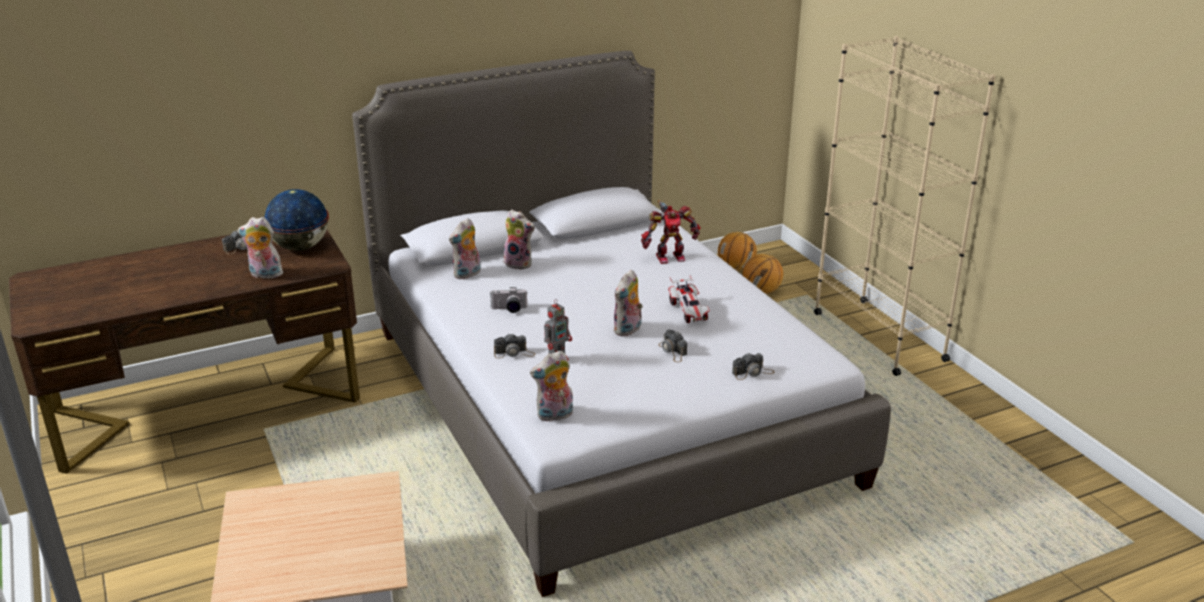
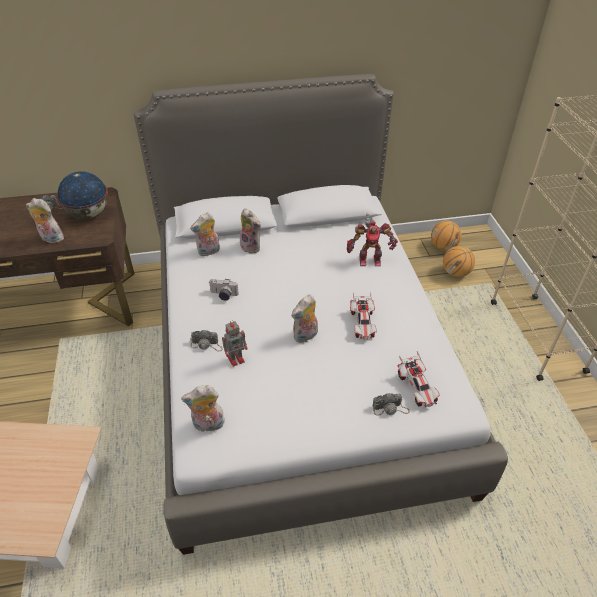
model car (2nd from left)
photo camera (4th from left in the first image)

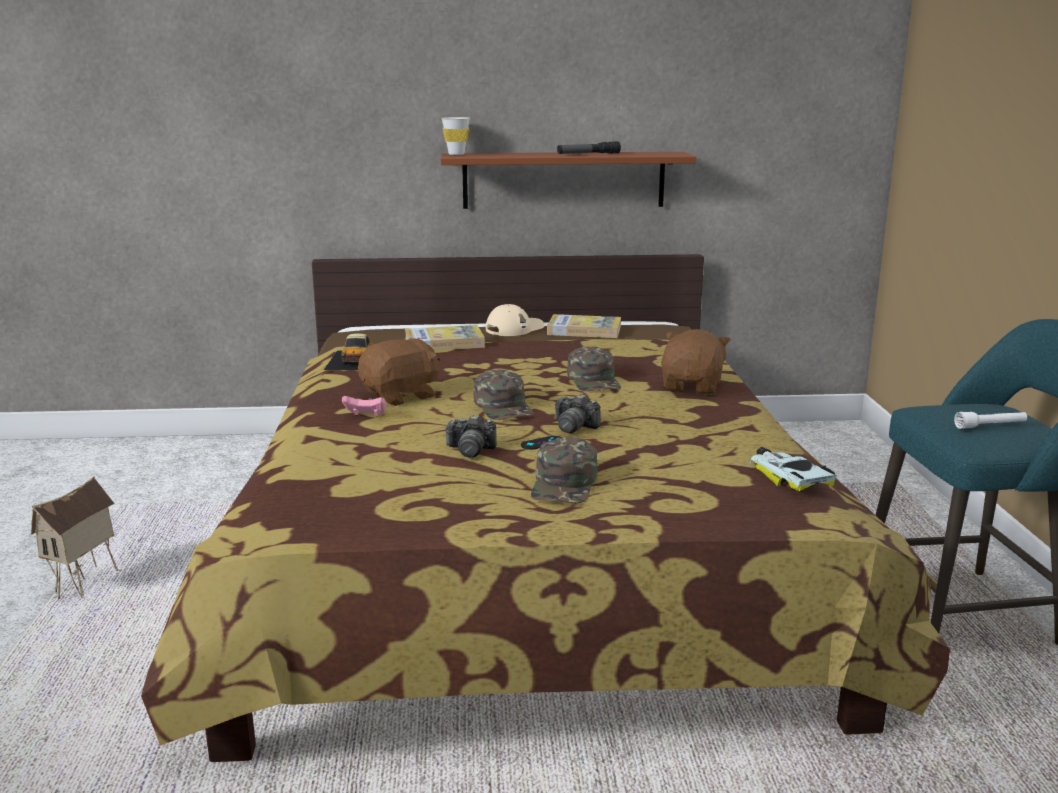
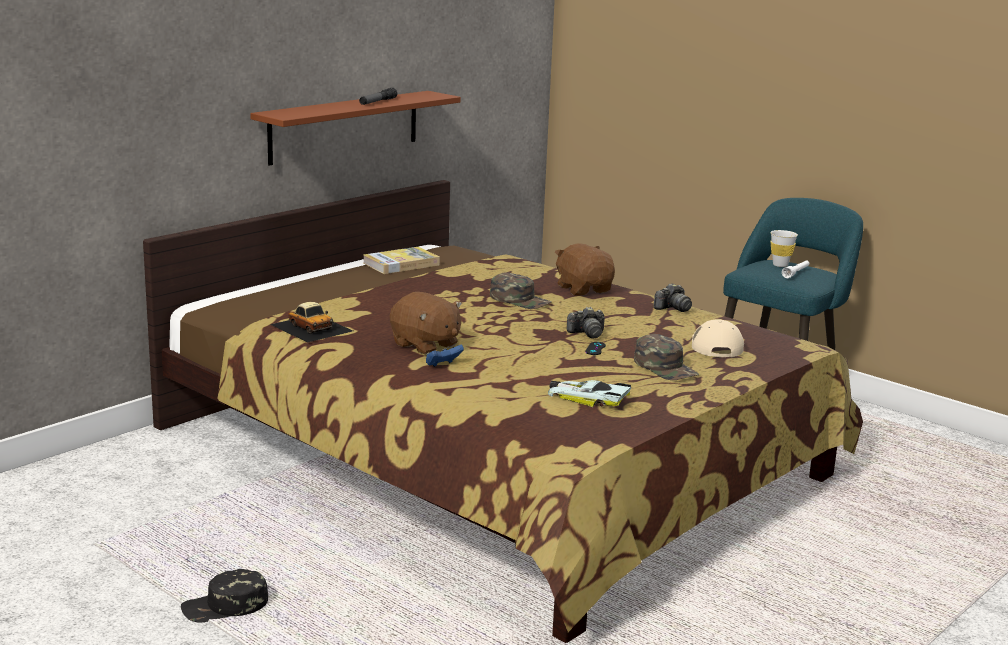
black-coloured baseball cap
brown soft toy (1st from left)
bluish joypad
model car (2nd from left)
photo camera (2nd from left)
beige-coloured baseball cap
whitish cup
volume (1st from left in the first image)
green baseball cap (1st from left in the first image)

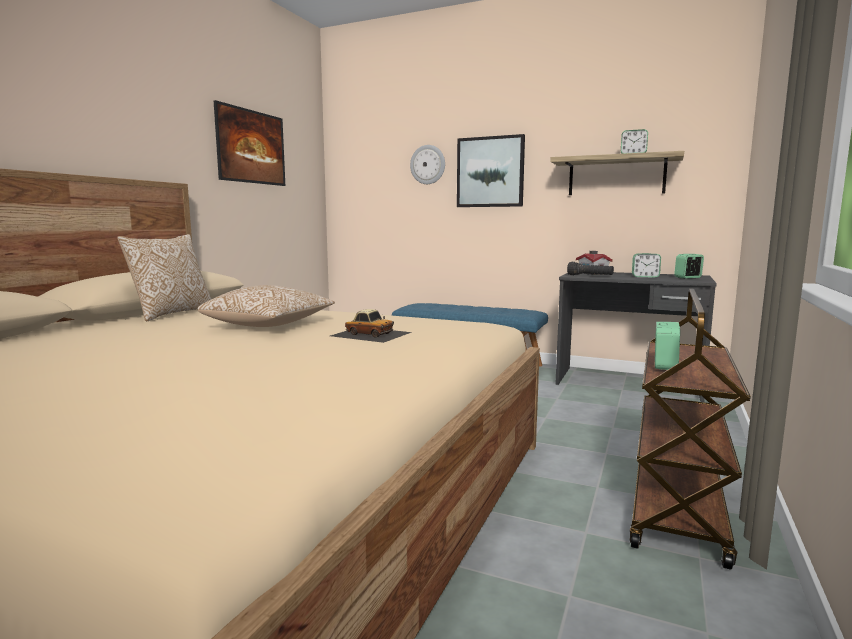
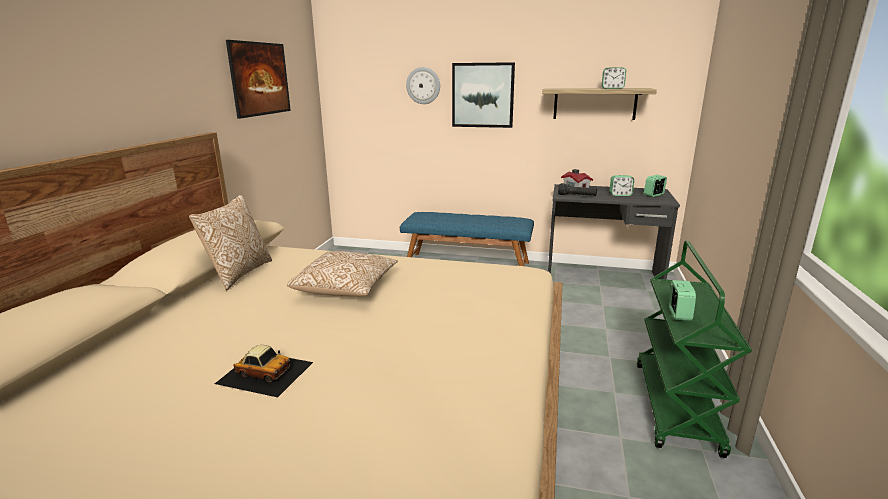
model car
green trolley

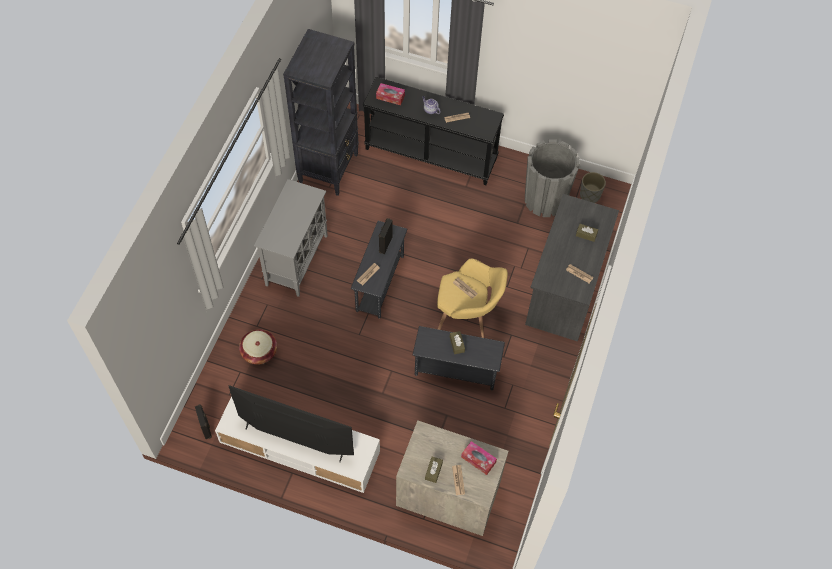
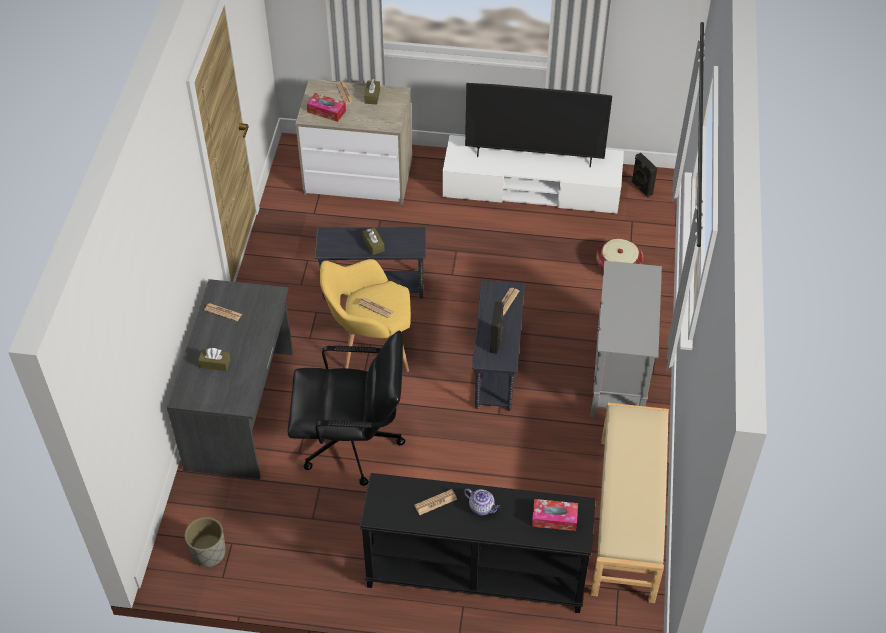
black-coloured office chair
beige-coloured long seat
gray plant pot (1st from left in the first image)

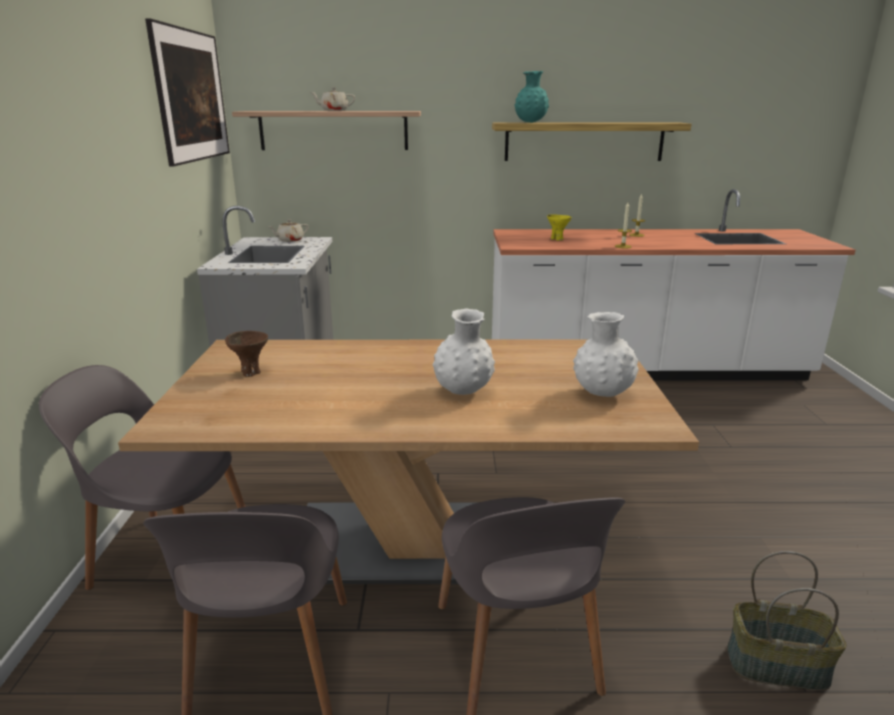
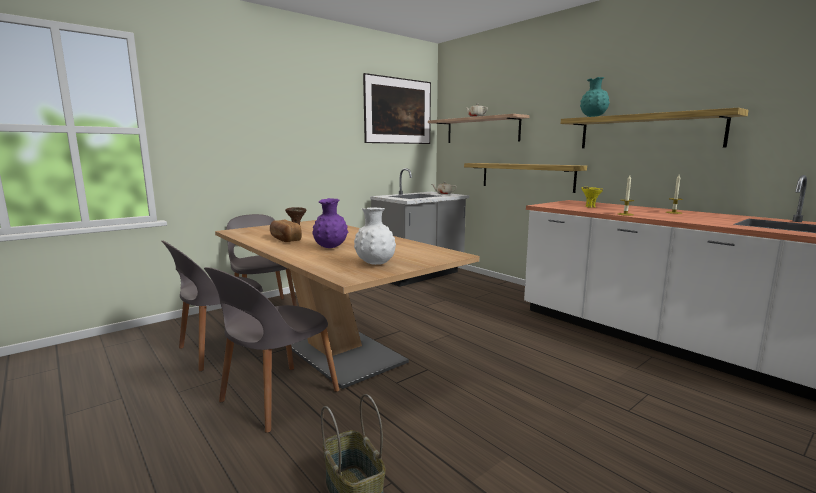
baked bread
purple-coloured vase
wall shelf (2nd from left)

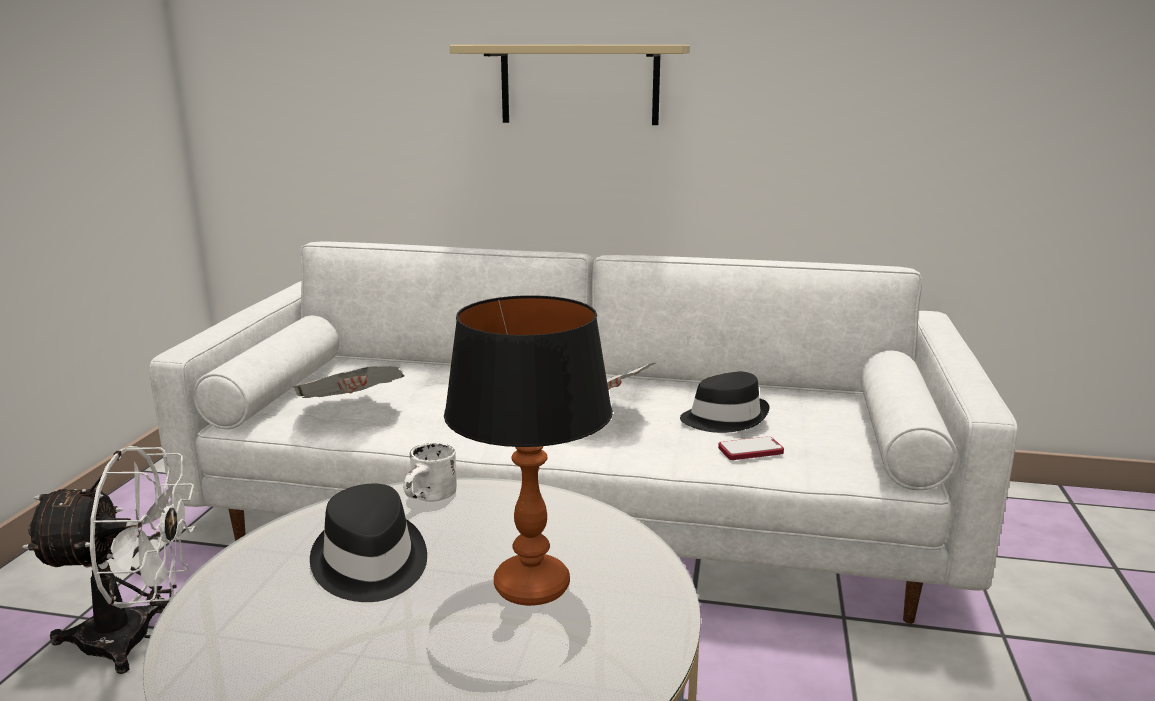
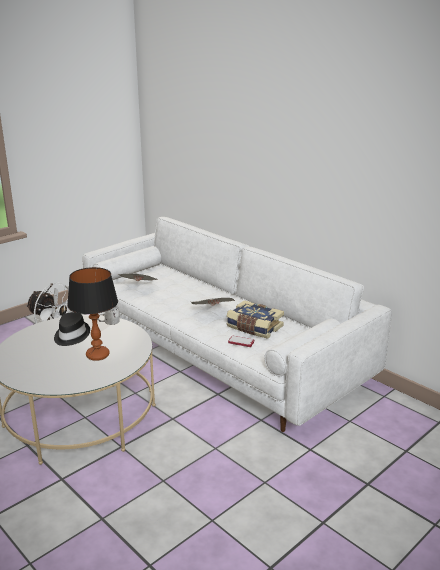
volume
beige-coloured wall shelf

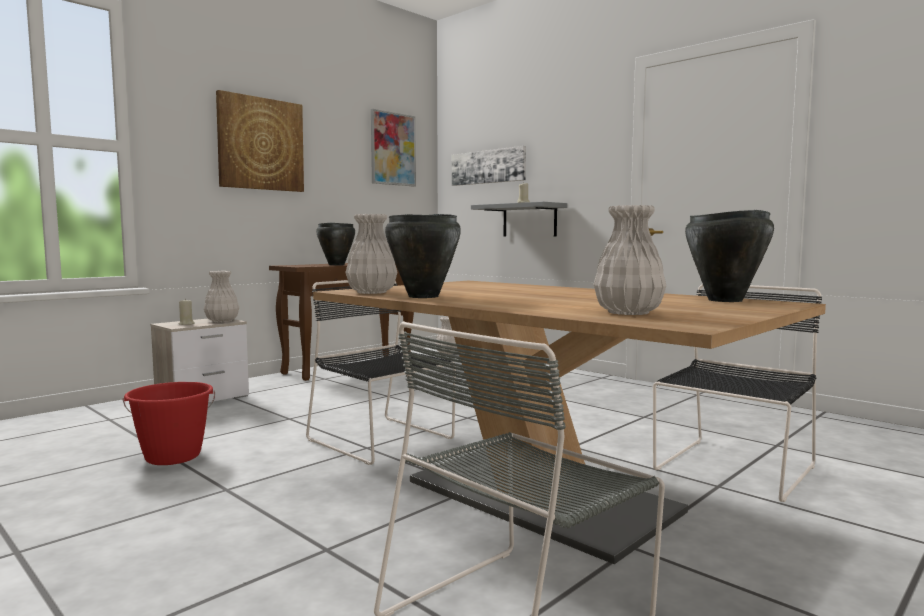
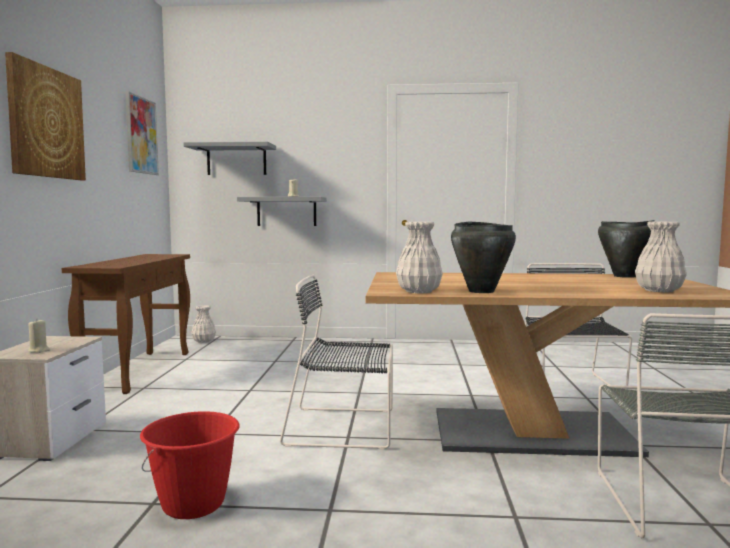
gray wall shelf (1st from left)
whitish vase (1st from left in the first image)
black-coloured stockpot (1st from left in the first image)

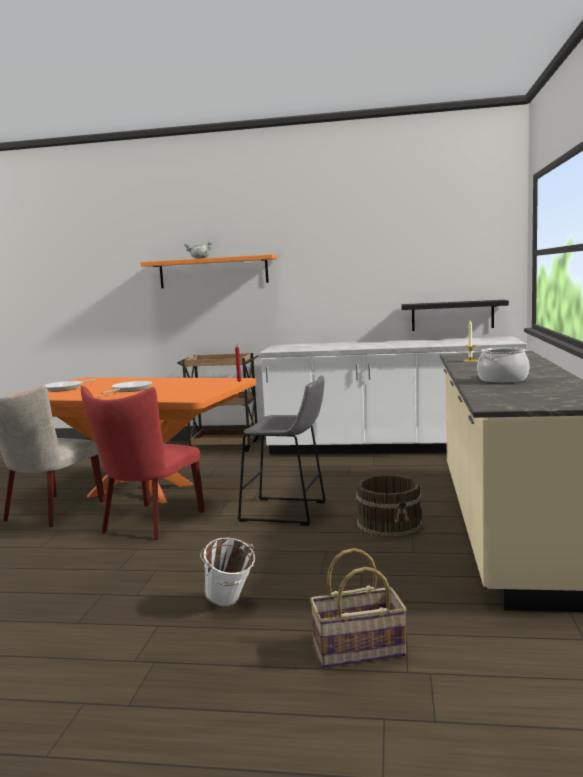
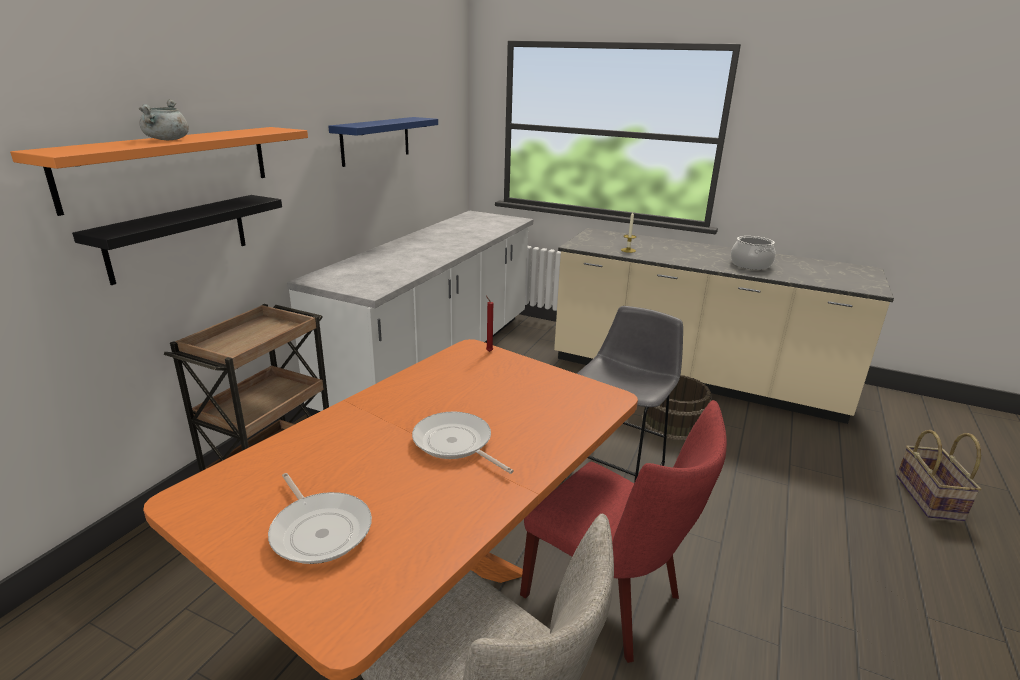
black-coloured wall shelf
bluish wall shelf
whitish bucket

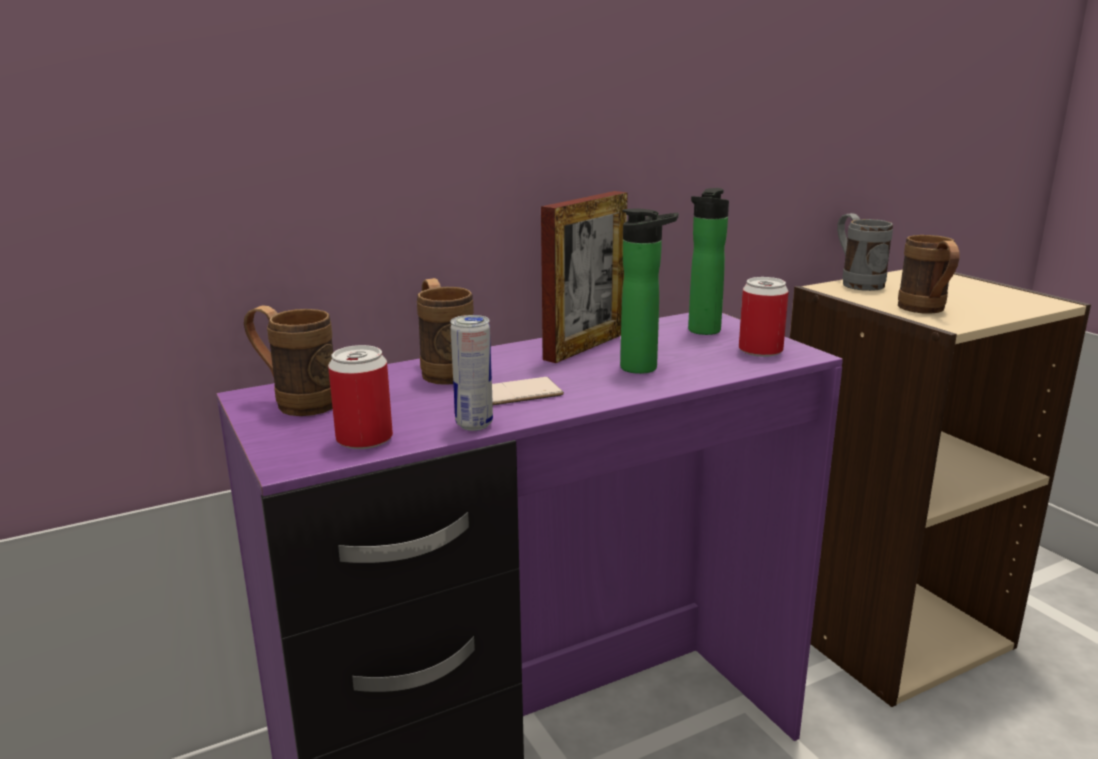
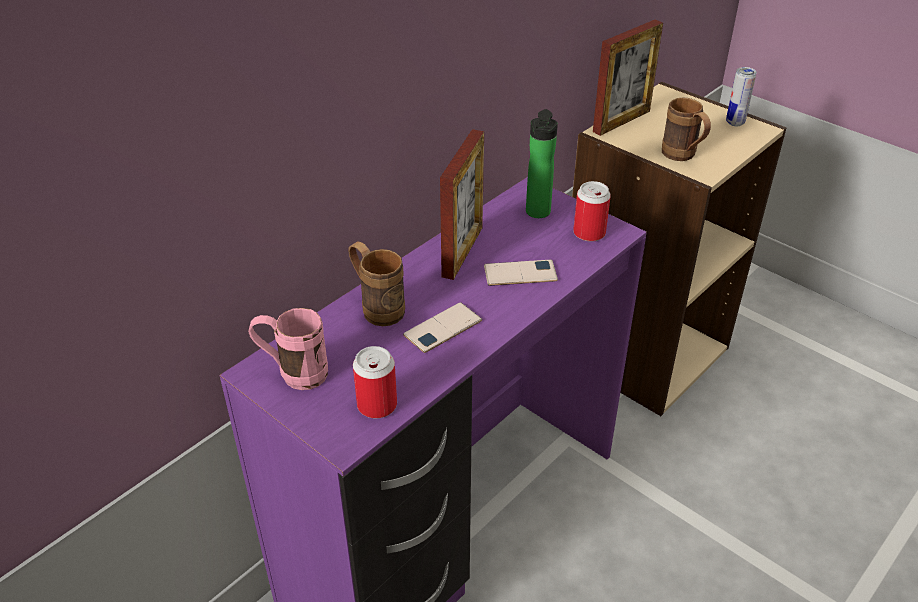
pink-coloured coffee mug
handset (2nd from left)
standing frame (2nd from left)
sealed can (3rd from left)

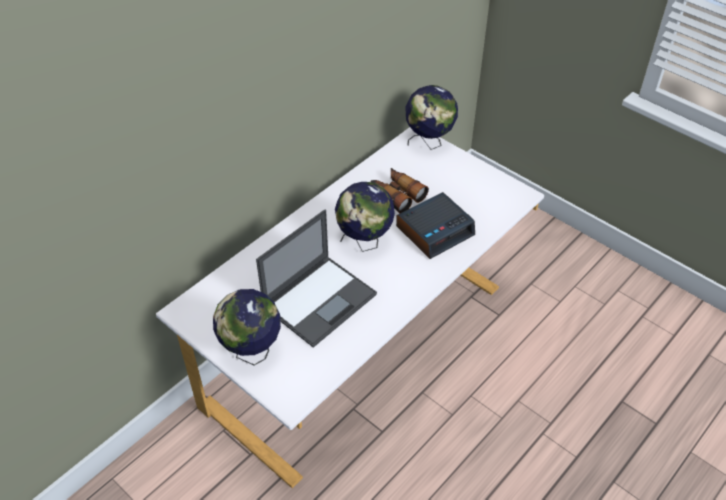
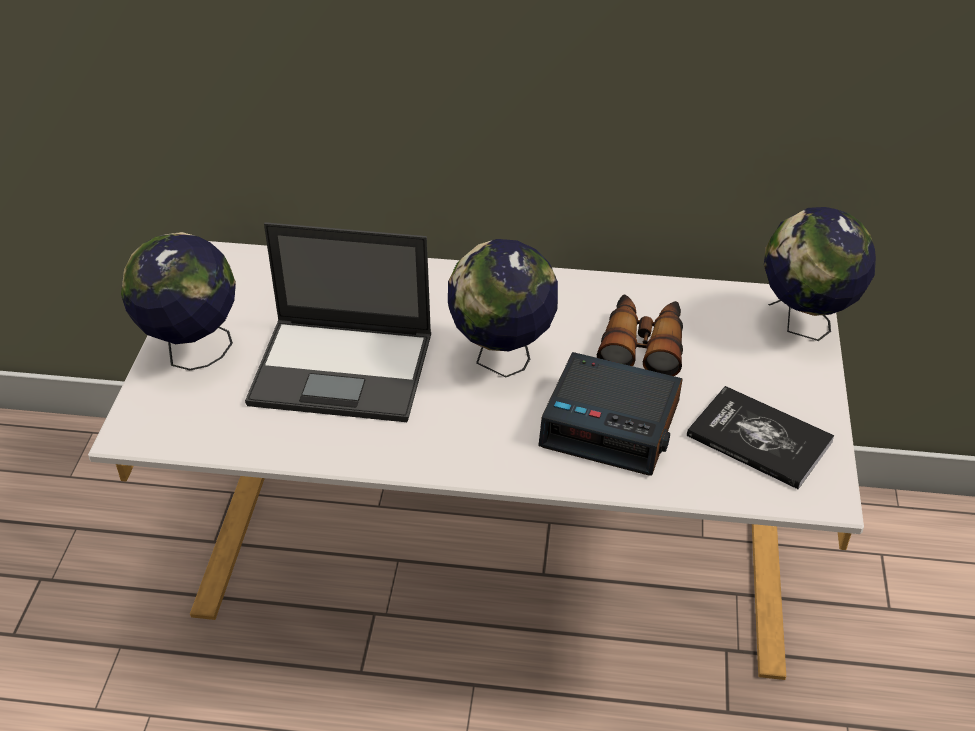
volume

